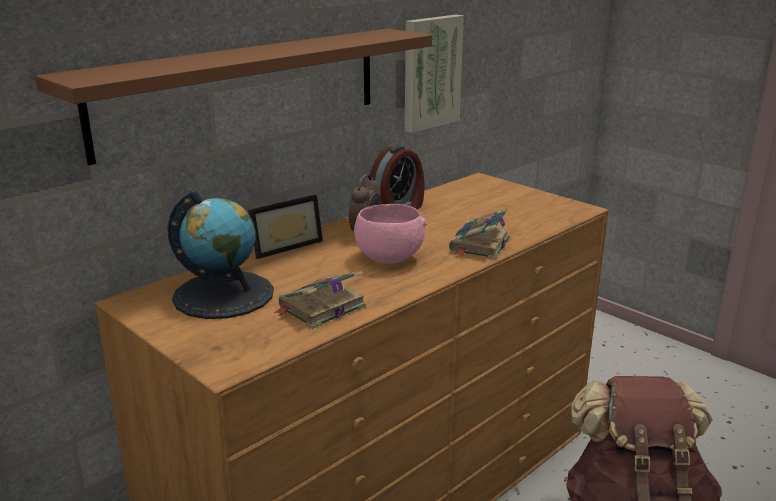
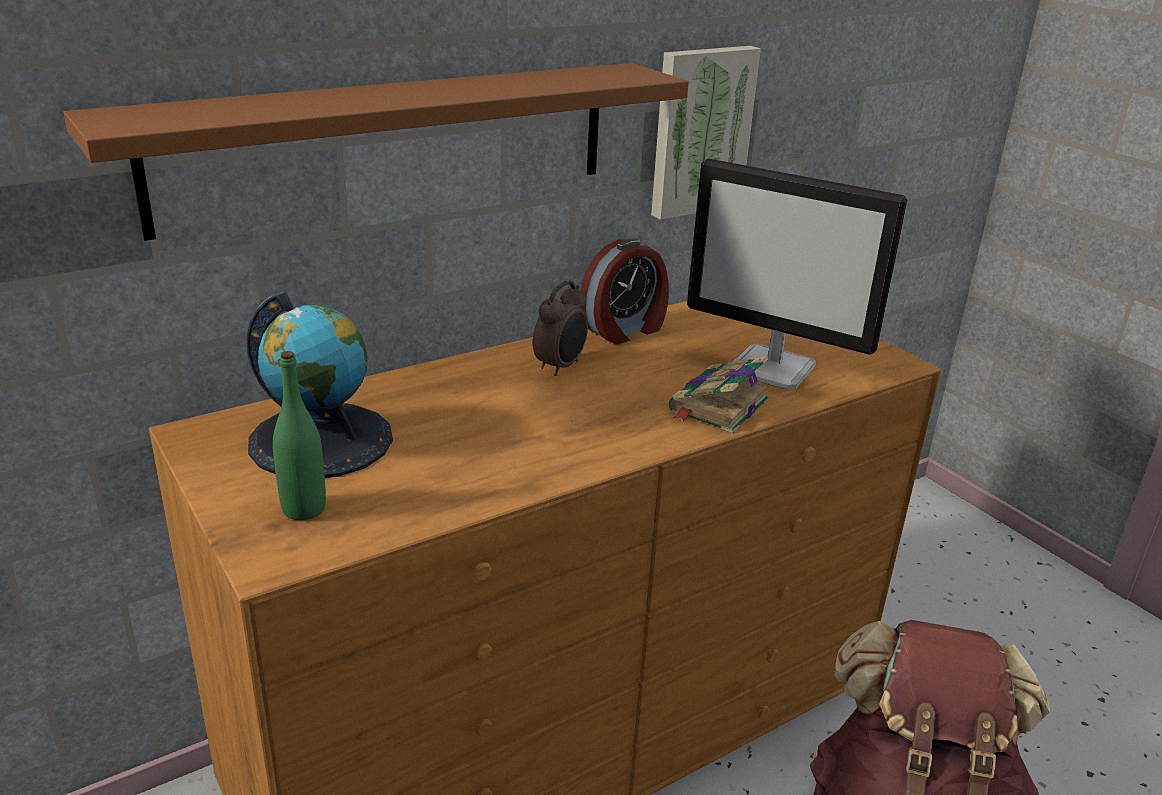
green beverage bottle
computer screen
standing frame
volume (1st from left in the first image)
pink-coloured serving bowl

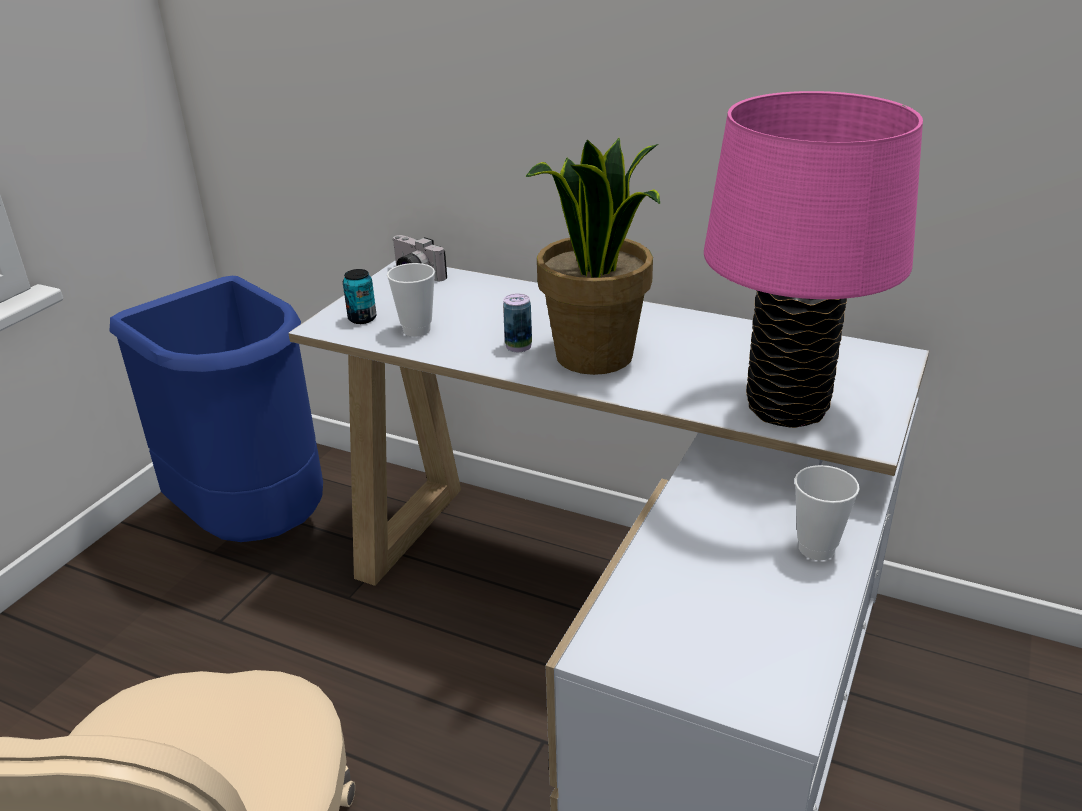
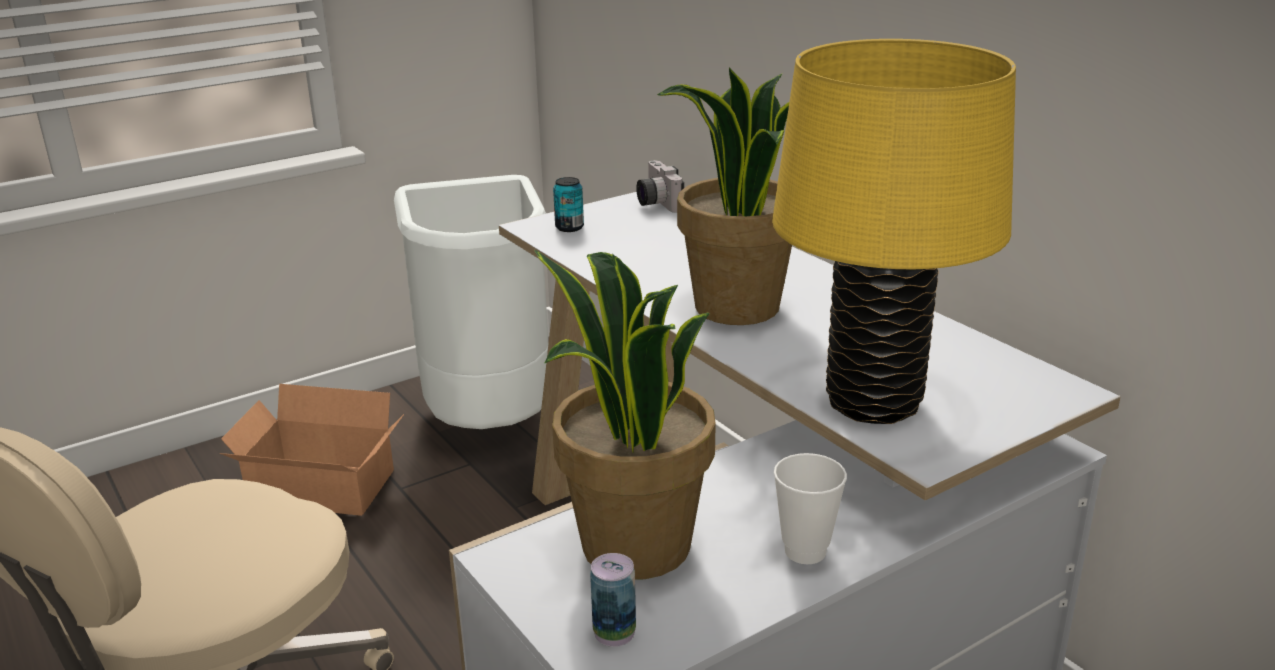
carton
whitish rubbish bin
potted plant (1st from left)
sealed can (2nd from left)
yellowish tabletop lamp
cup (1st from left in the first image)

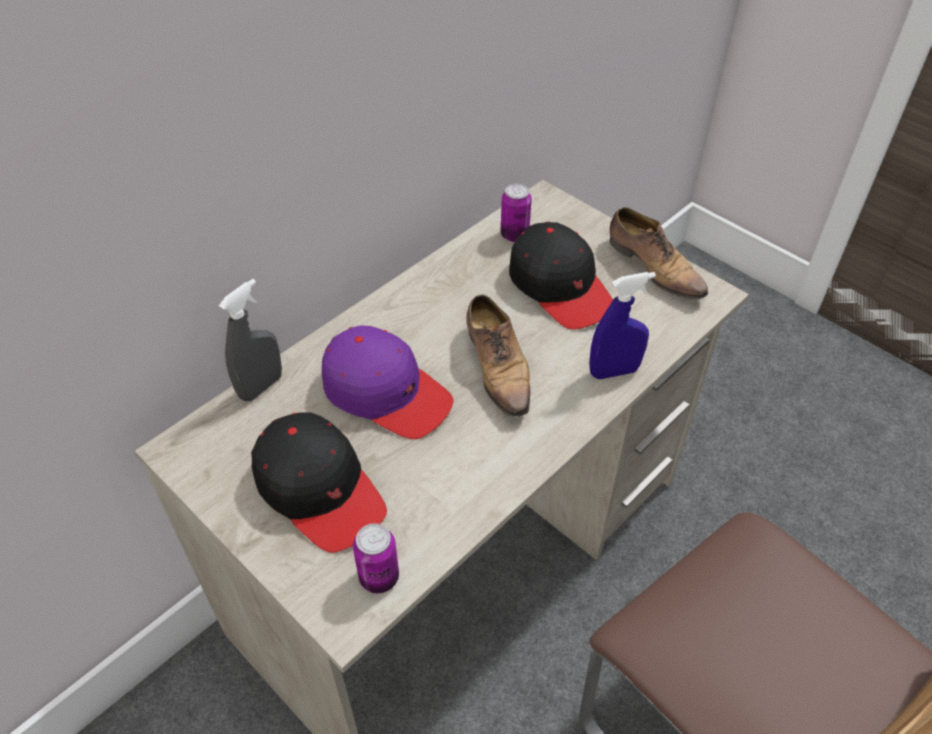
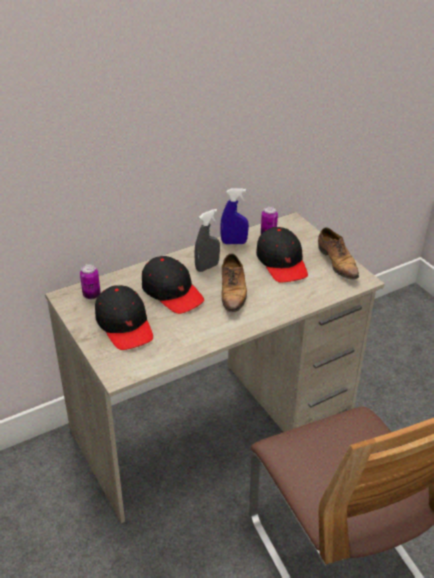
sealed can (1st from left)
black-coloured baseball cap (2nd from left)
gray spray bottle
bluish spray bottle

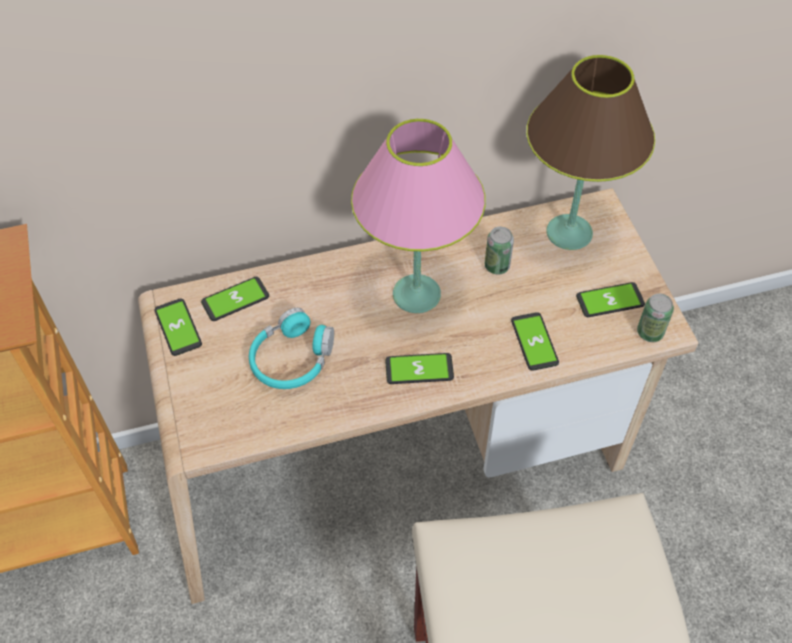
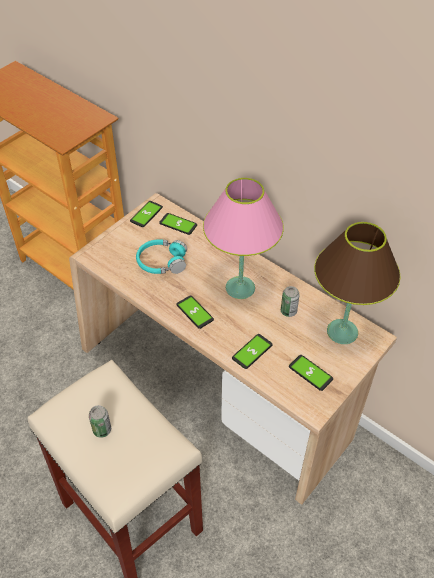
sealed can (1st from left)

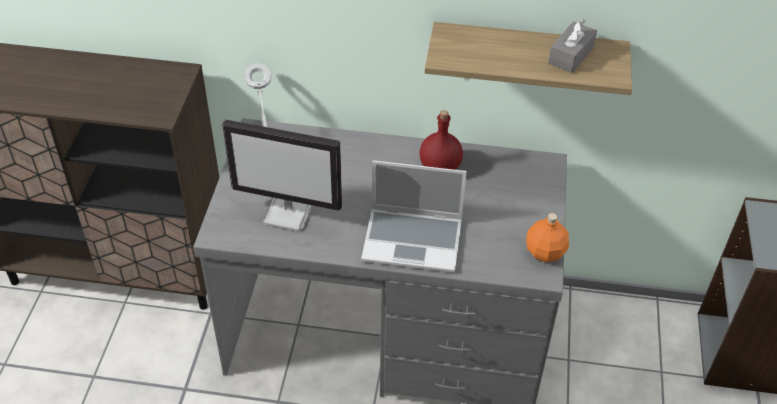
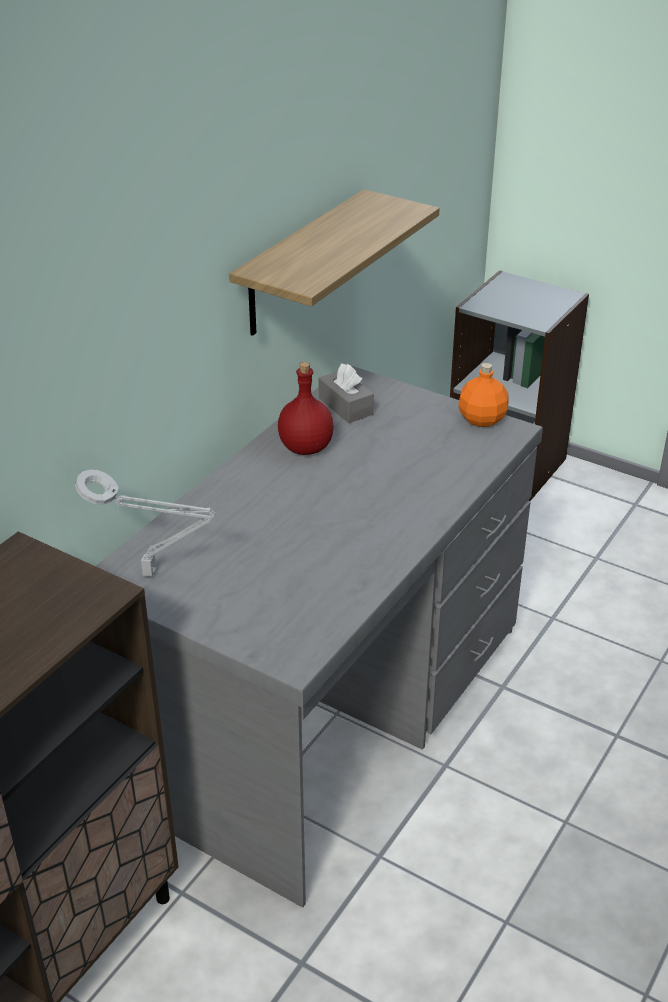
gray tissue box
computer screen
portable computer

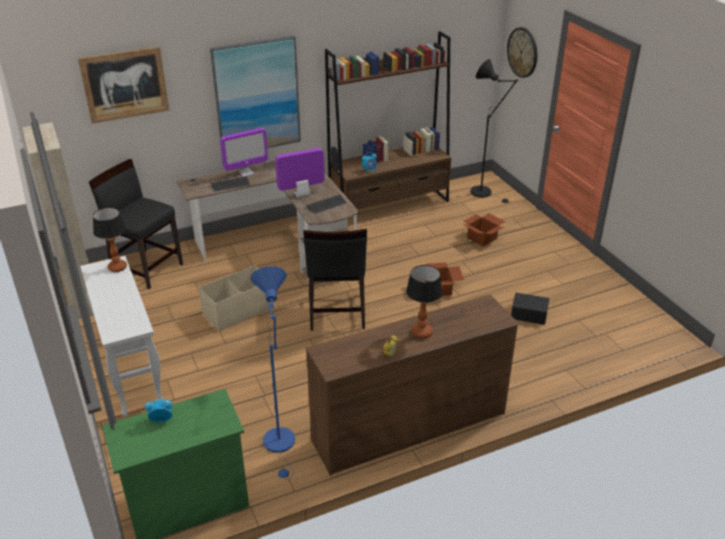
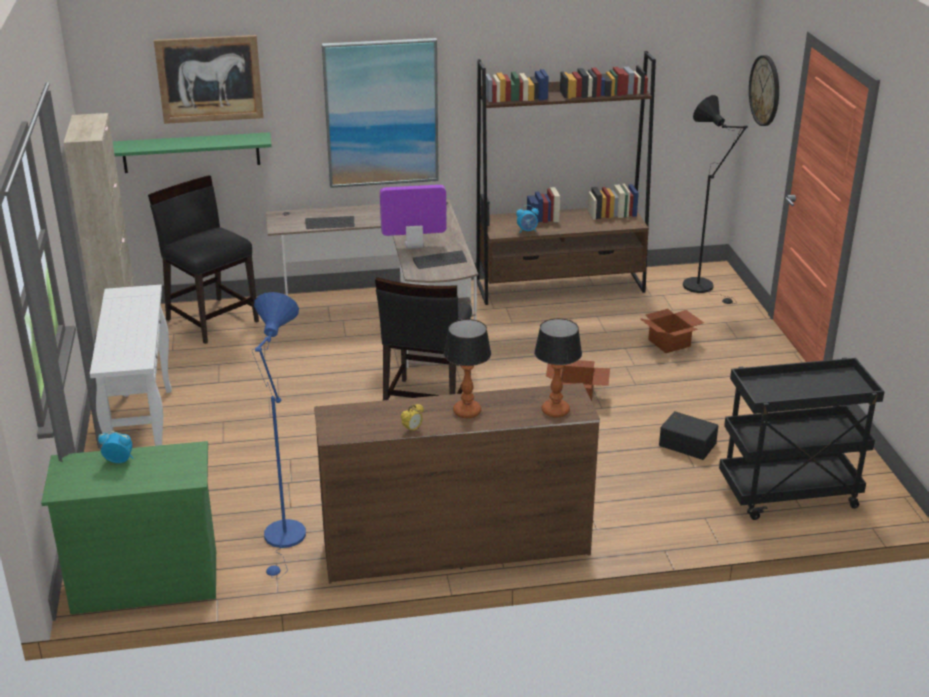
green wall shelf
tabletop lamp (2nd from left)
black-coloured trolley
beige-coloured storage box
computer screen (1st from left in the first image)

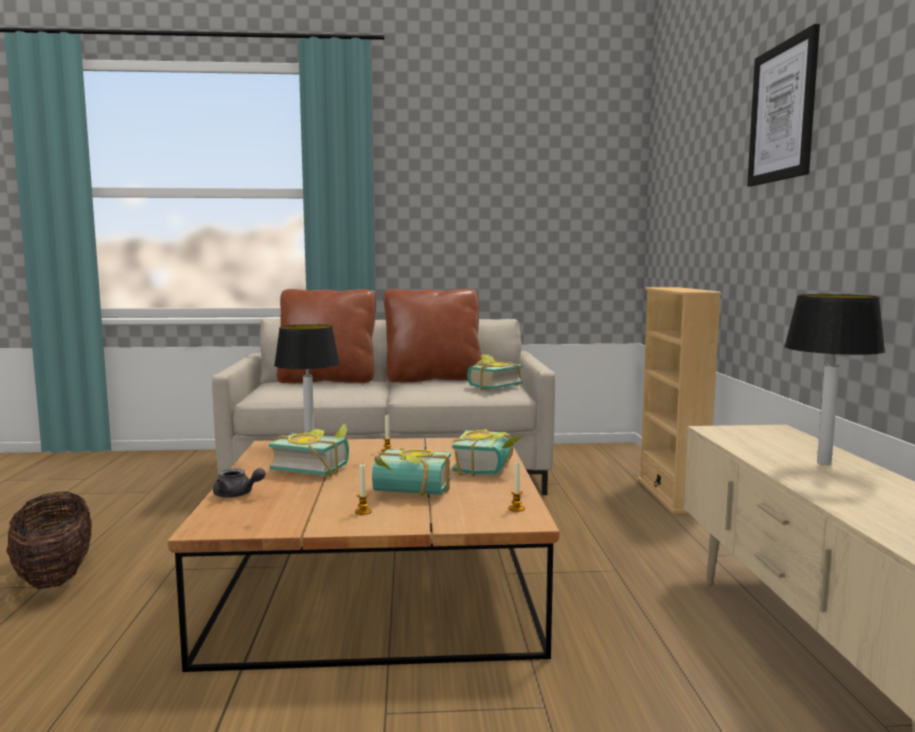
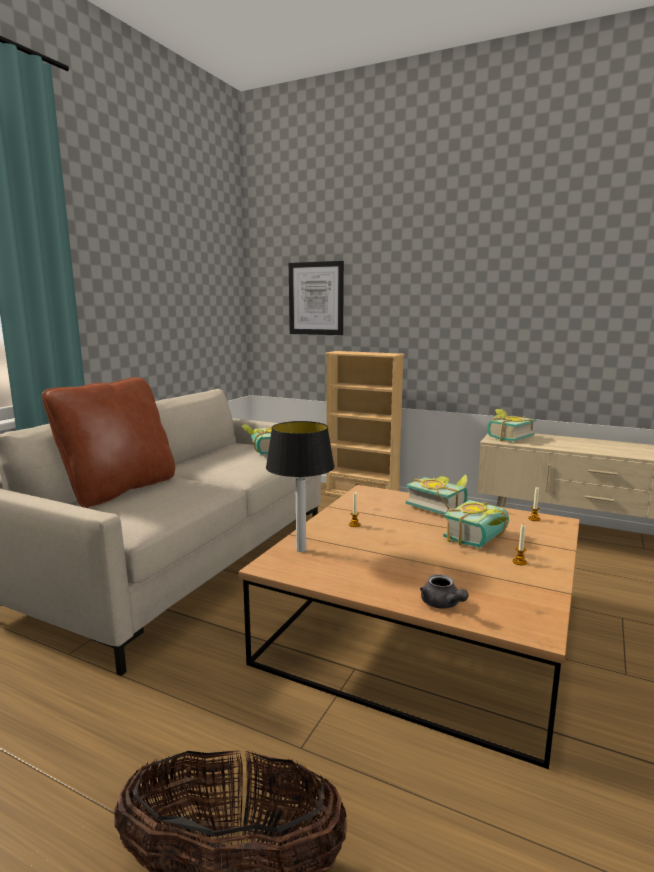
wall art
gray teapot
volume (4th from left)
brown pillow (2nd from left in the first image)
tabletop lamp (2nd from left in the first image)

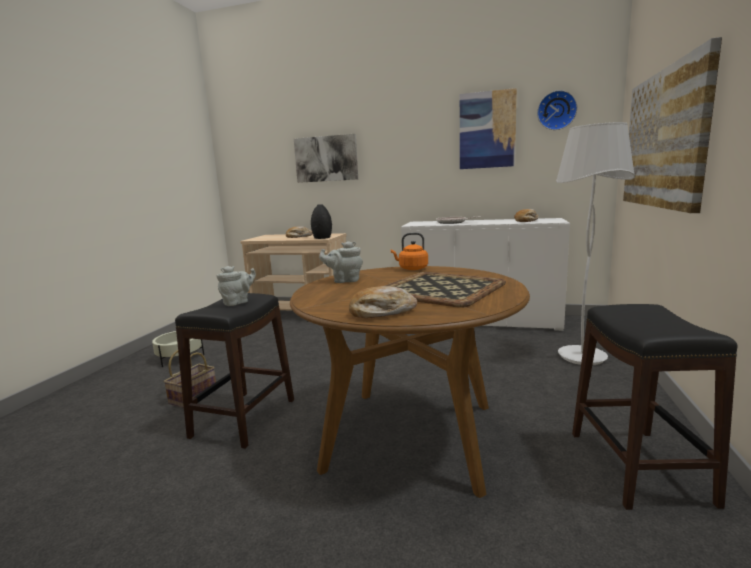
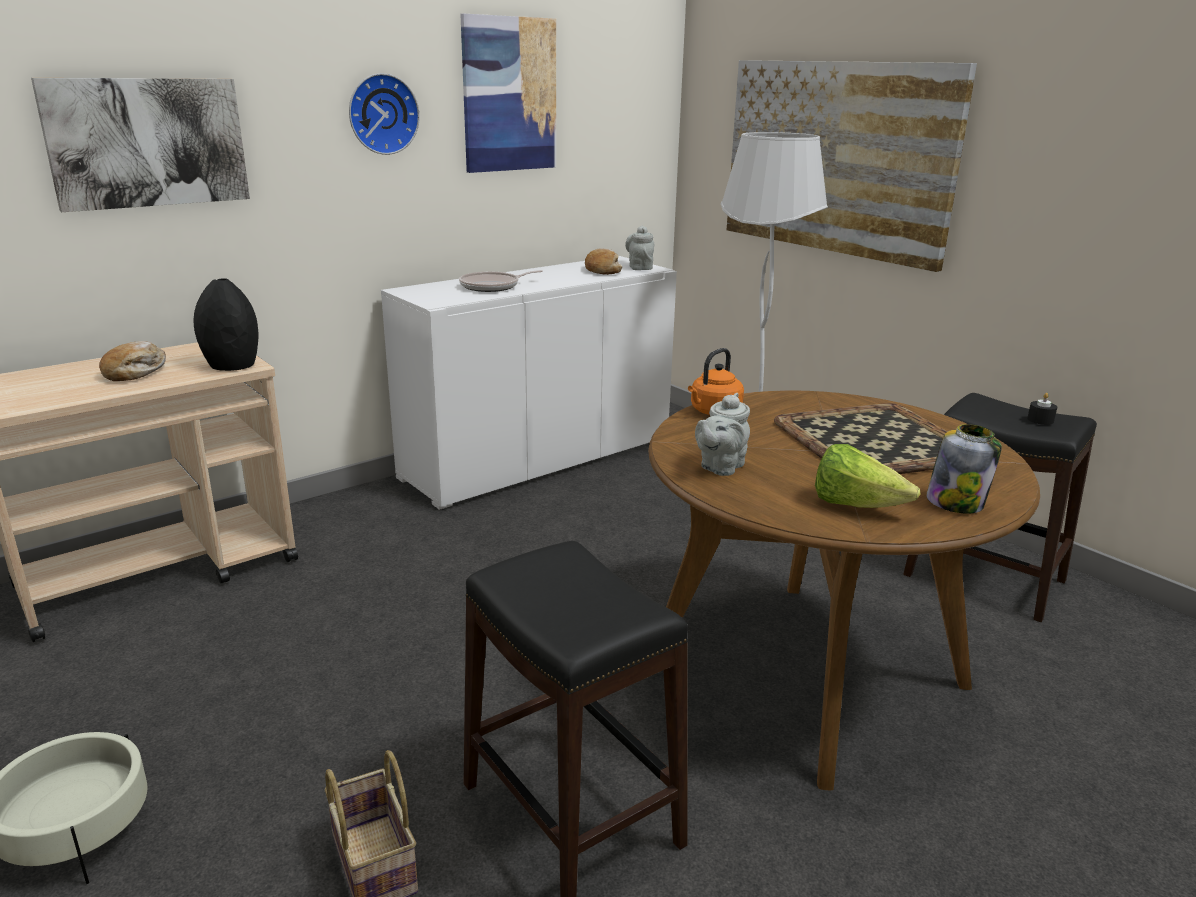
clock on the wall
gray teapot (1st from left)
head of lettuce
storage jar
black-coloured wax candle

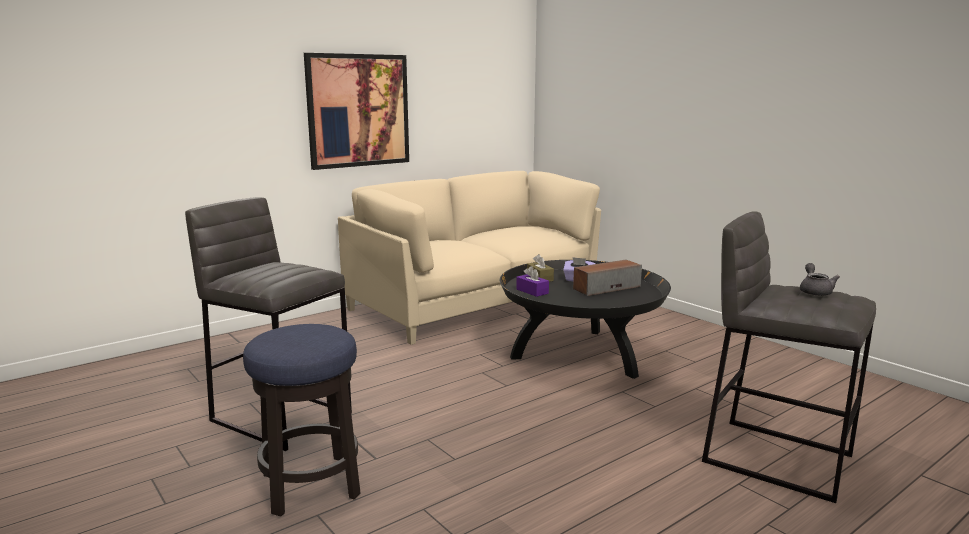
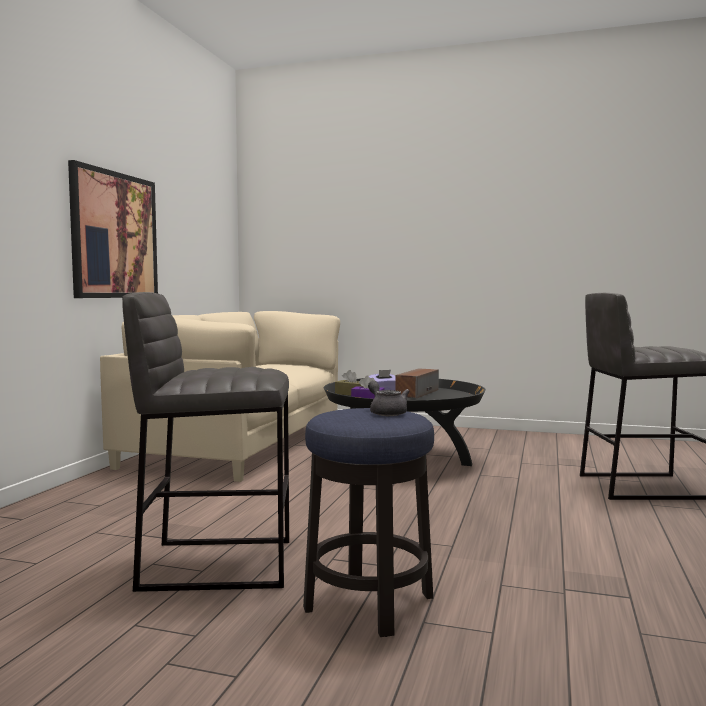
gray teapot

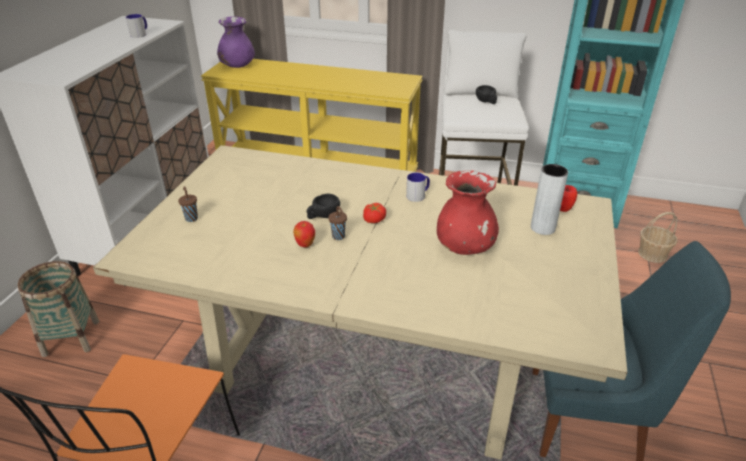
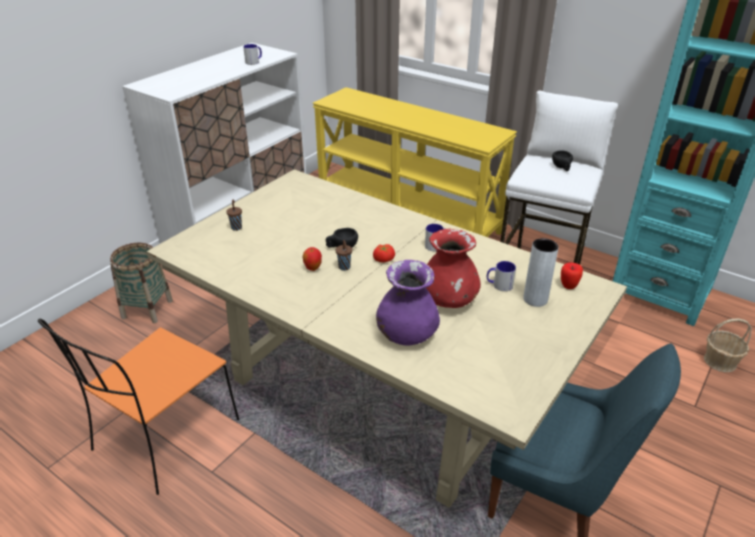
purple-coloured vase
coffee mug (3rd from left)

